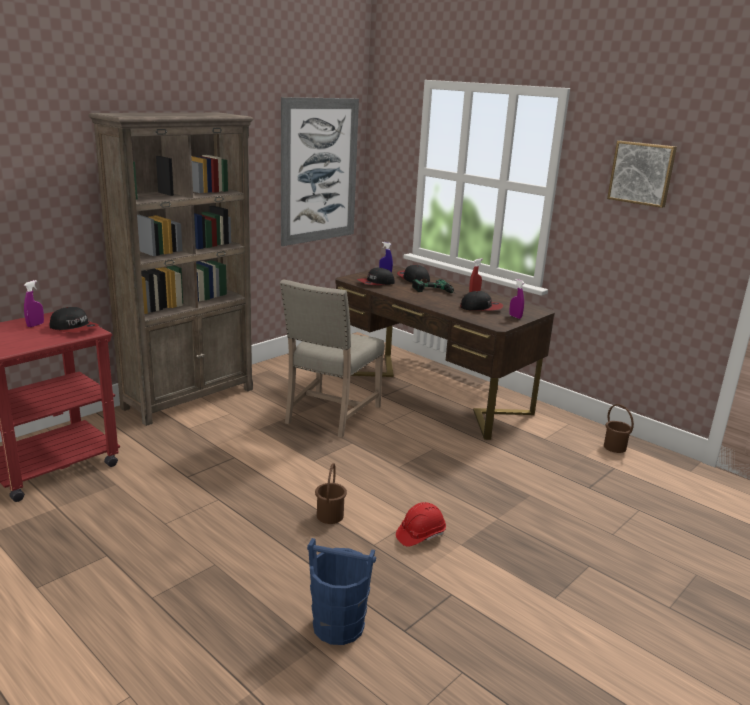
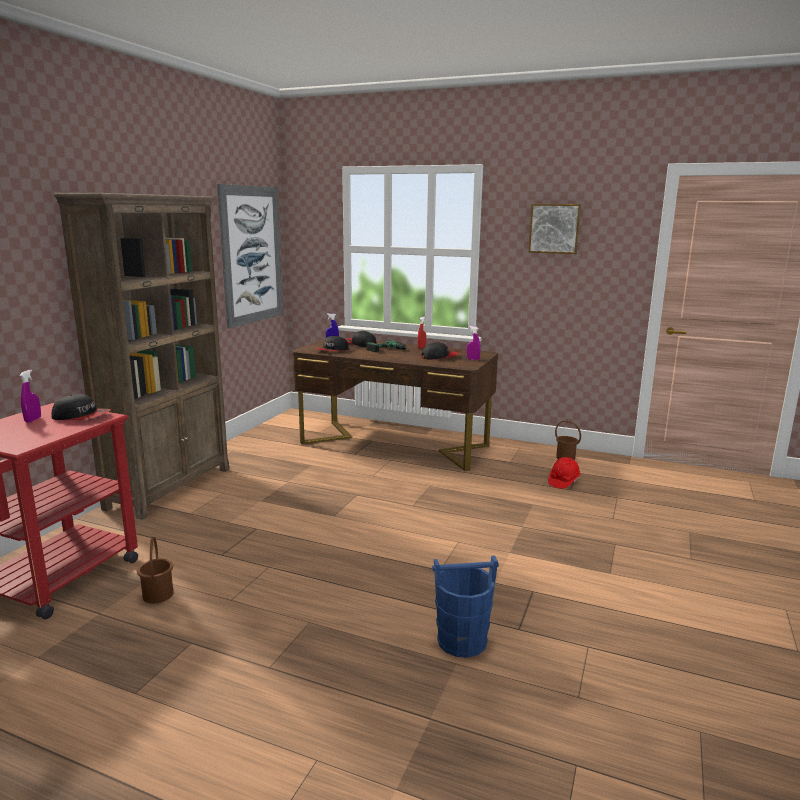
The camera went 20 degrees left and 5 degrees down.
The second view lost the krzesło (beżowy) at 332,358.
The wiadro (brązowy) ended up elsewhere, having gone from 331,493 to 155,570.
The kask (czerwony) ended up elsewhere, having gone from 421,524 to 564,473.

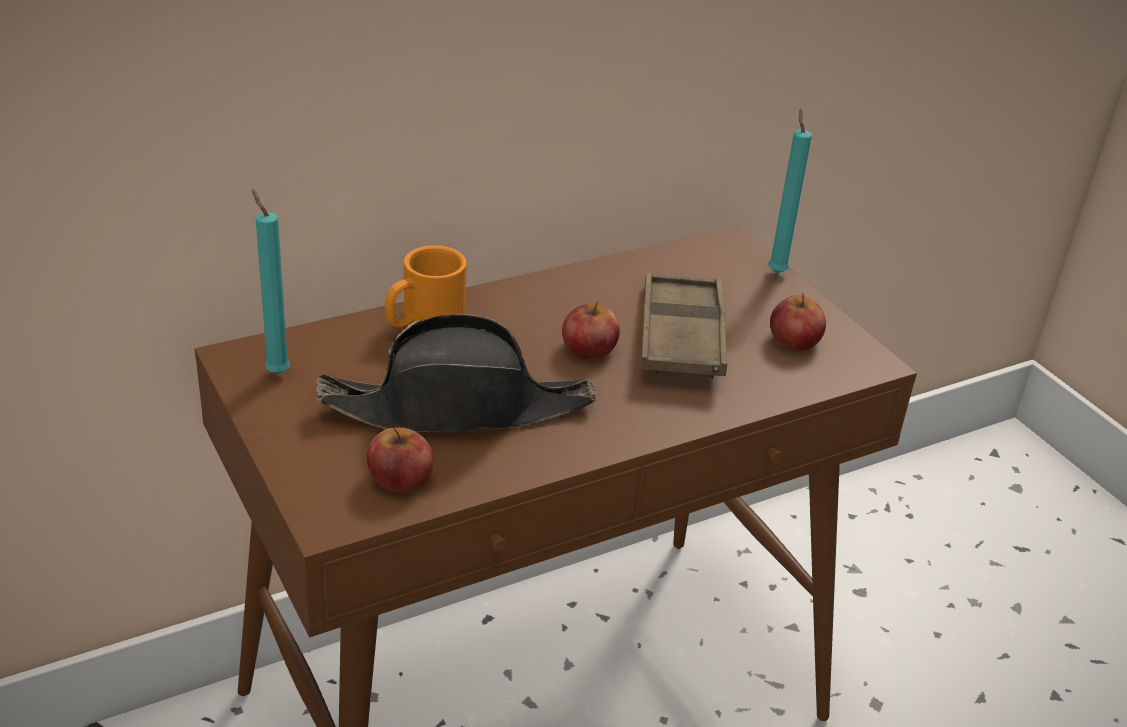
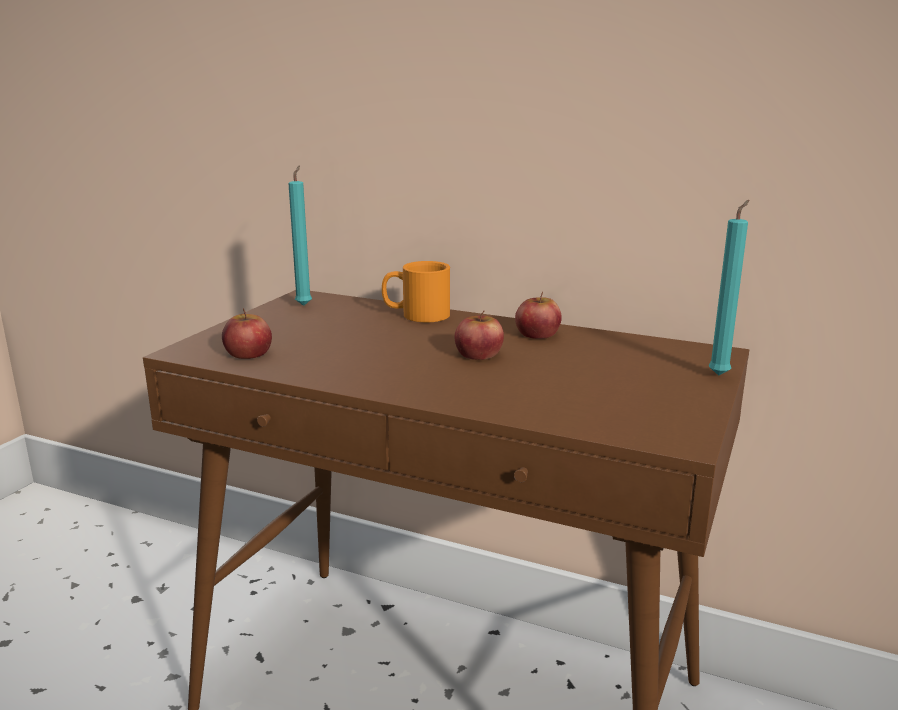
The camera went 55 degrees right and 15 degrees down.
The second view lost the kapelusz (czarny) at 456,373.
The second view lost the taca (brązowy) at 684,326.
The jabłko ended up elsewhere, having gone from 798,321 to 538,315.

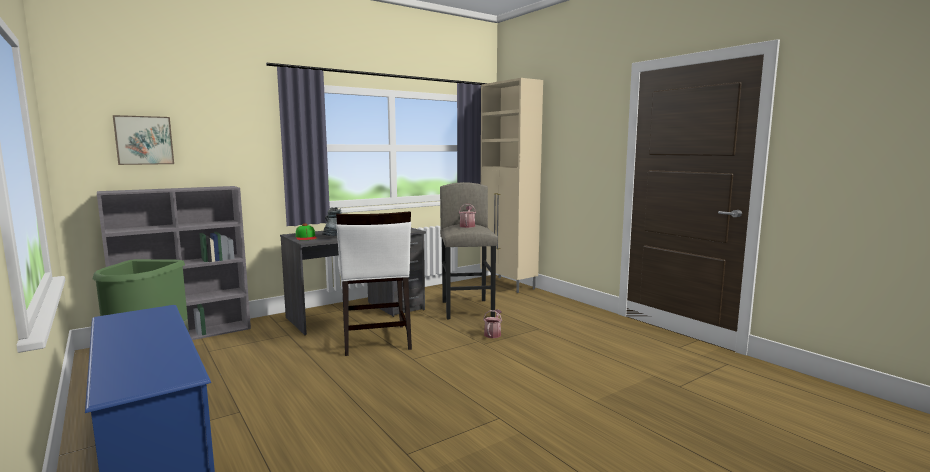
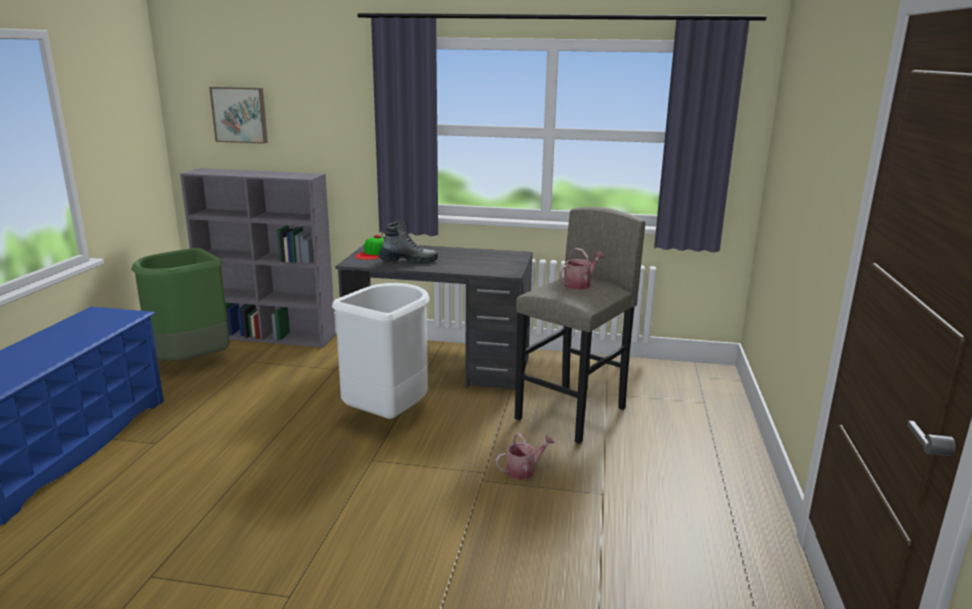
The camera went 45 degrees right and 10 degrees up.
The second view lost the szafka (beżowy) at 511,185.
Where the krzesło (biały) stood at 374,283, the kosz na śmieci (biały) came to stand at 380,351.

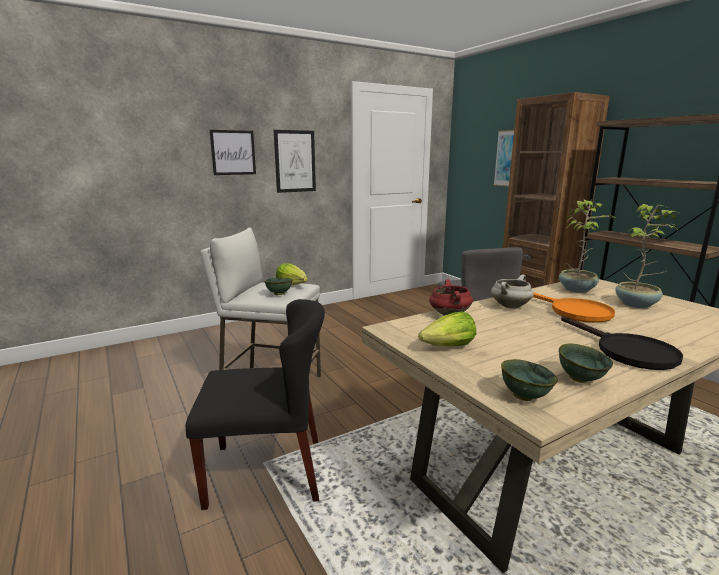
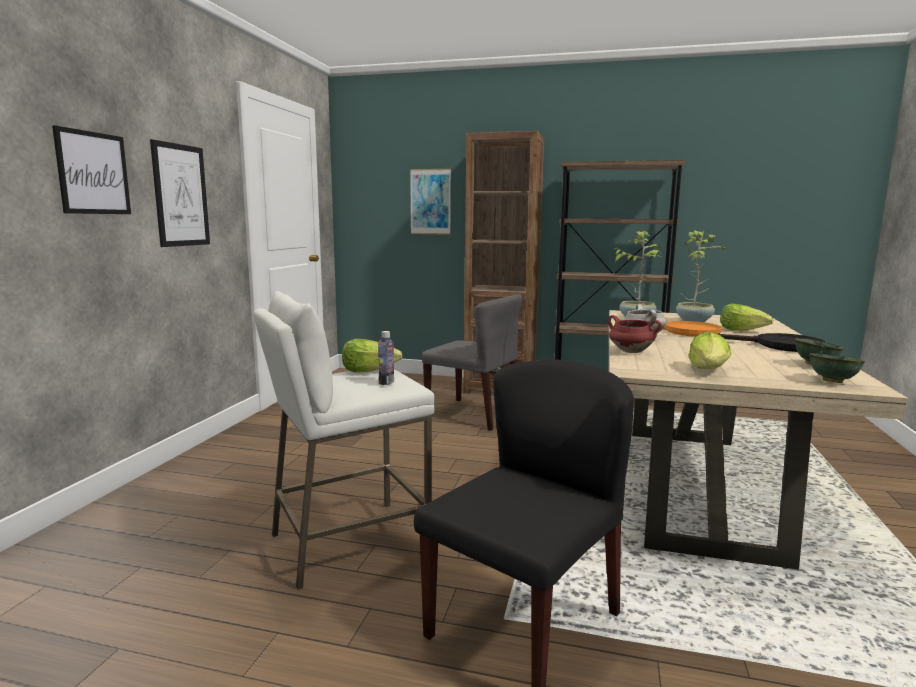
The camera went 45 degrees left and 5 degrees down.
The second view gained the sałata at 747,317.
Where the miska (zielony) stood at 278,286, the butelka came to stand at 386,358.

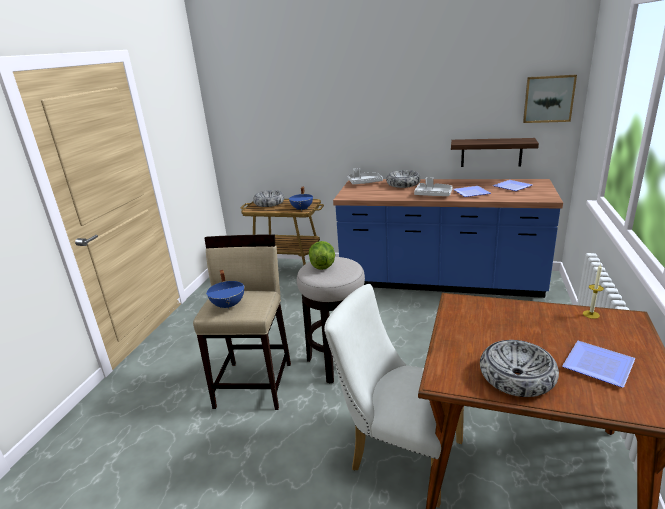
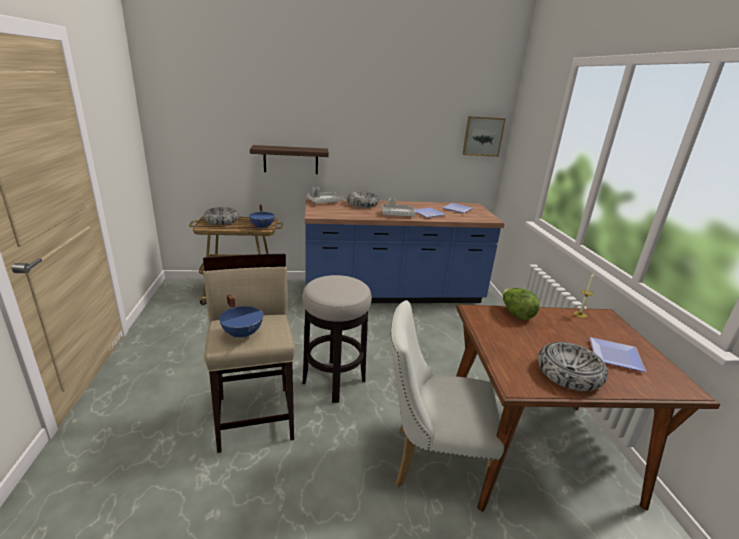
The camera went 25 degrees left and 0 degrees up.
The sałata ended up elsewhere, having gone from 322,255 to 521,304.
The półka ended up elsewhere, having gone from 495,152 to 289,159.

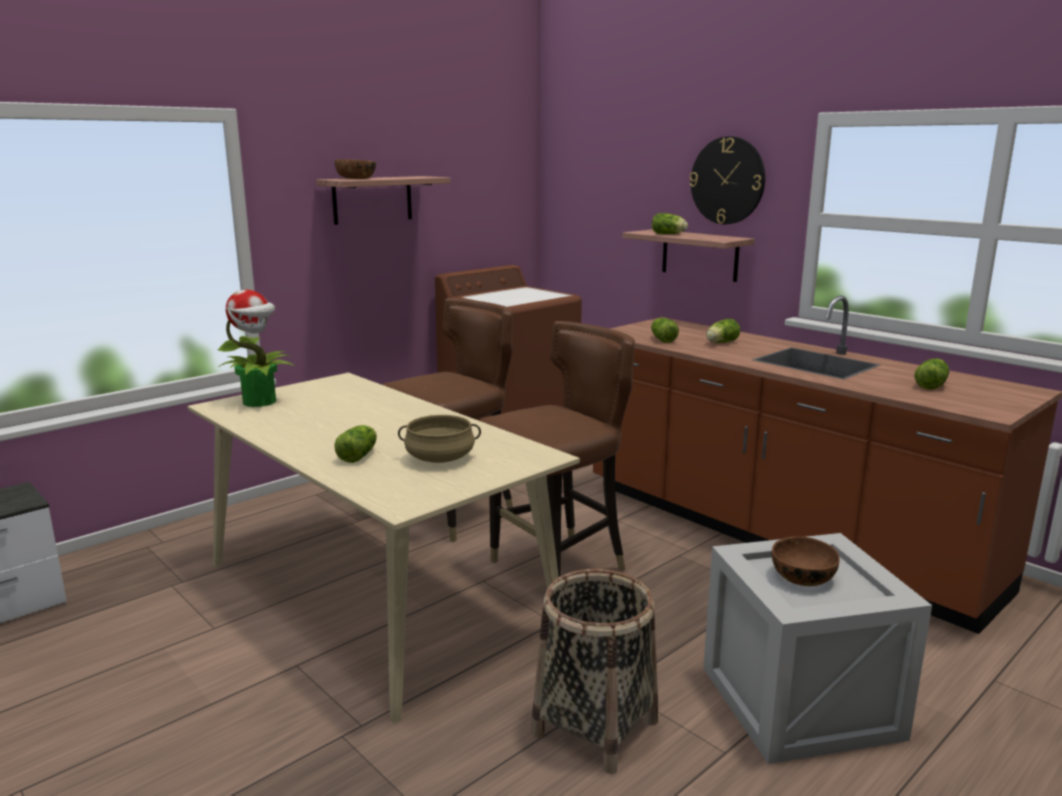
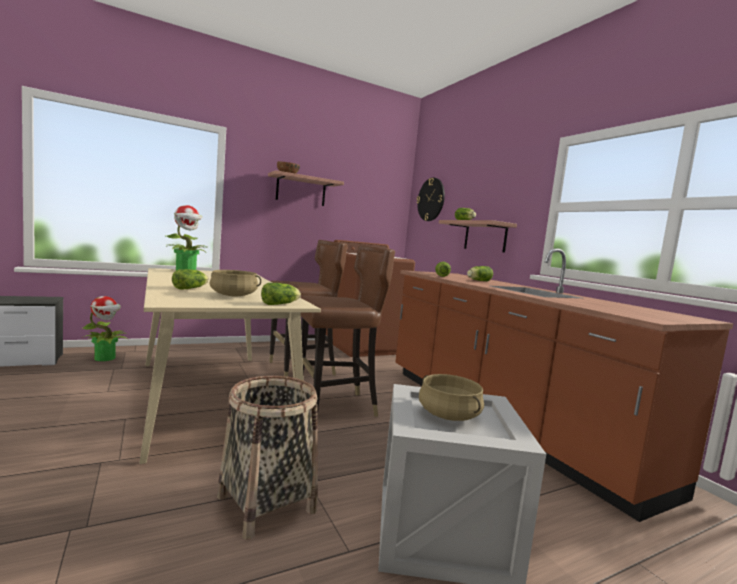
The camera went 15 degrees right and 10 degrees down.
The second view gained the roślina doniczkowa at 105,328.
The zegar ścienny ended up elsewhere, having gone from 727,180 to 431,199.
The sałata ended up elsewhere, having gone from 931,374 to 281,294.
Where the miska (brązowy) stood at 806,561, the garnek (beżowy) came to stand at 451,397.

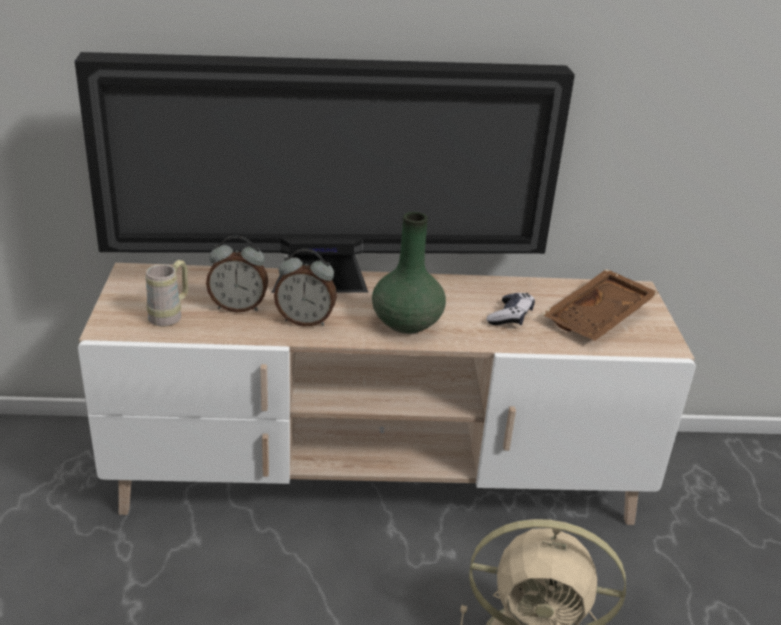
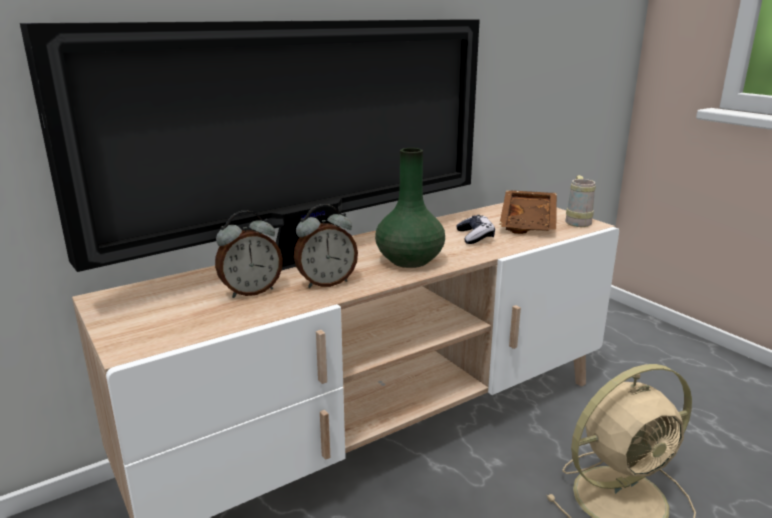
The camera went 30 degrees left and 10 degrees down.
The kubek (beżowy) ended up elsewhere, having gone from 167,293 to 580,201.

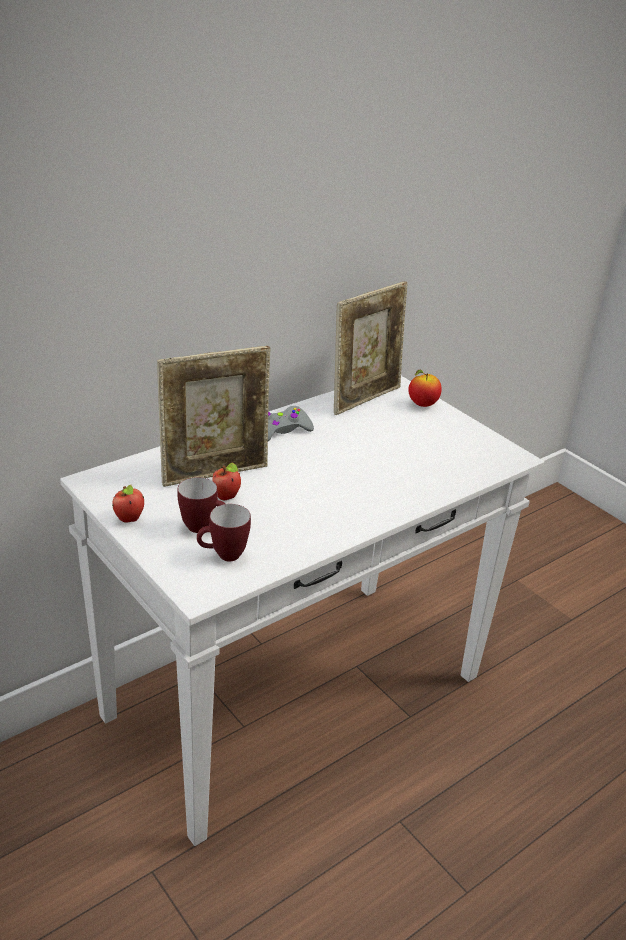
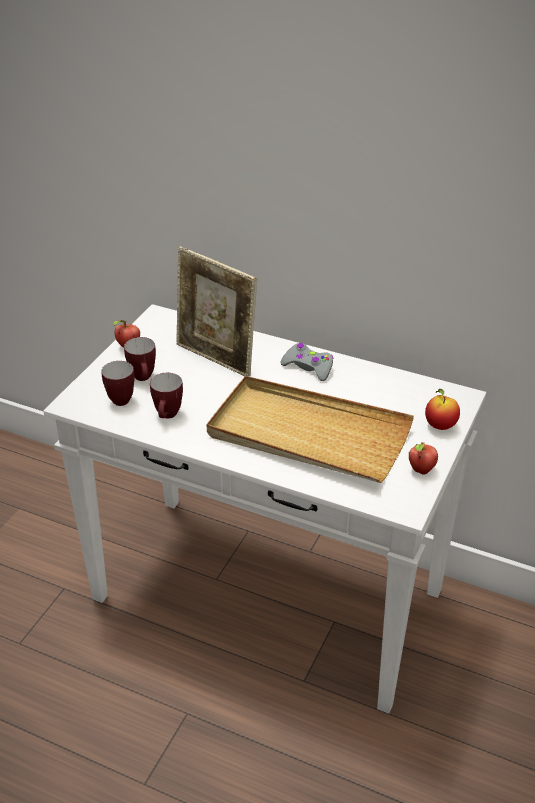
The camera went 65 degrees right and 5 degrees up.
The second view lost the ramka na zdjęcie at 371,348.
The second view gained the kubek at 166,395.
The second view gained the taca (beżowy) at 310,429.
The jabłko ended up elsewhere, having gone from 226,481 to 423,458.

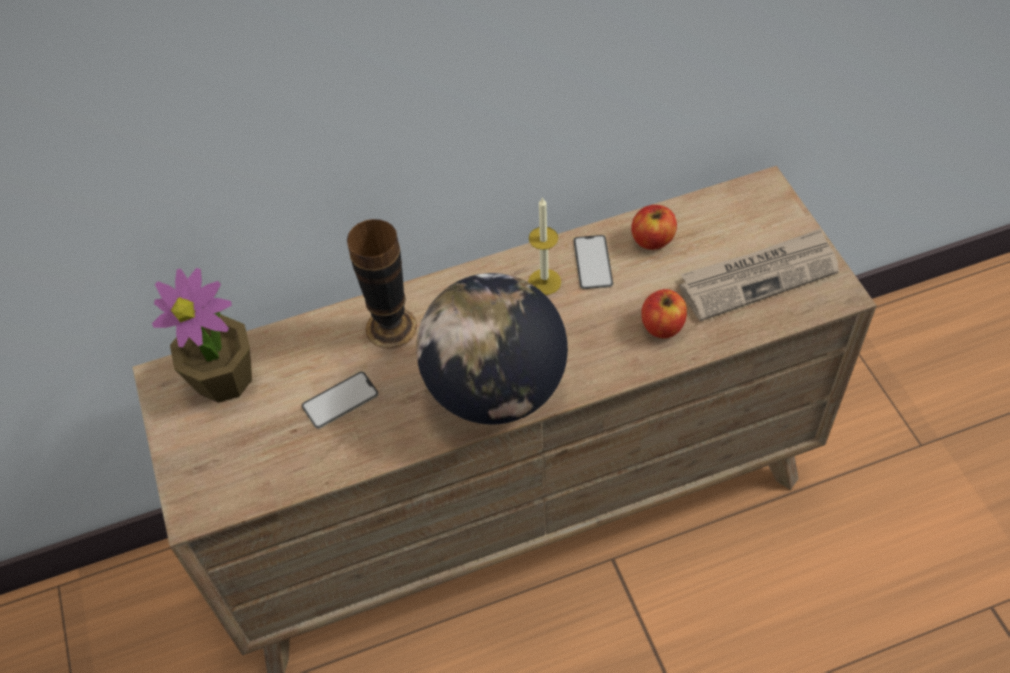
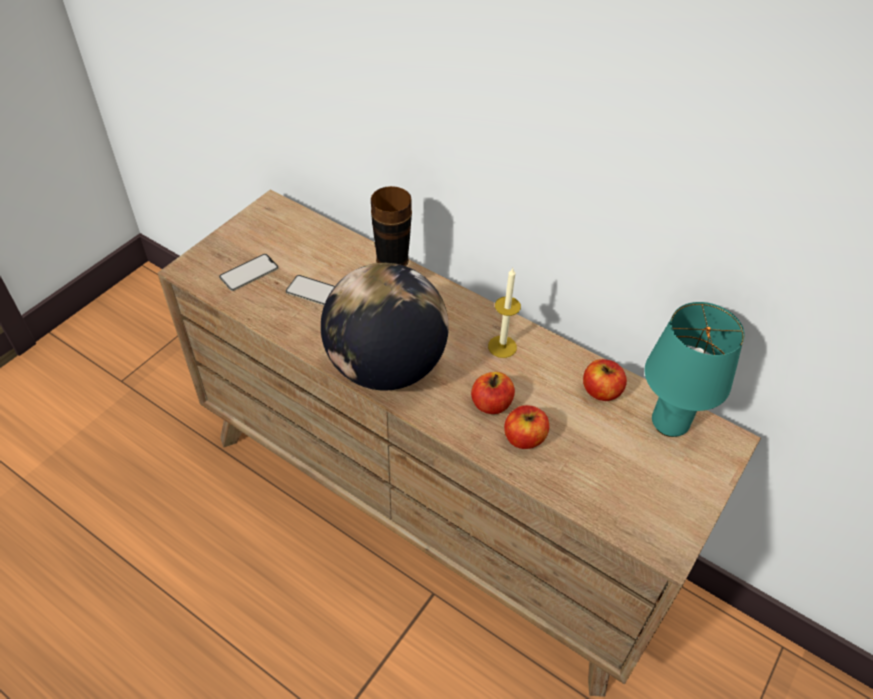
The camera went 50 degrees right and 5 degrees down.
The second view lost the roślina doniczkowa at 202,335.
The second view lost the gazeta at 759,275.
The second view gained the jabłko at 493,393.
The second view gained the lampa stołowa (turkusowy) at 695,369.
The telefon ended up elsewhere, having gone from 593,262 to 249,272.

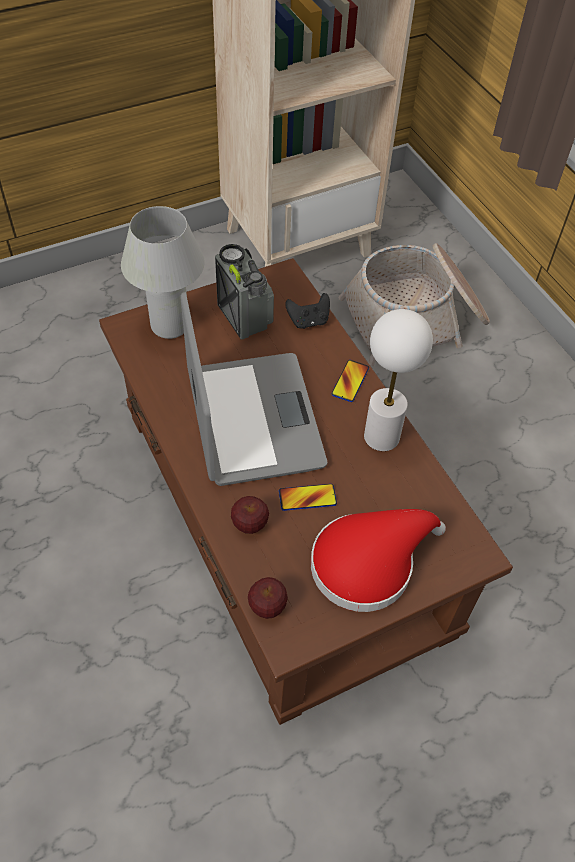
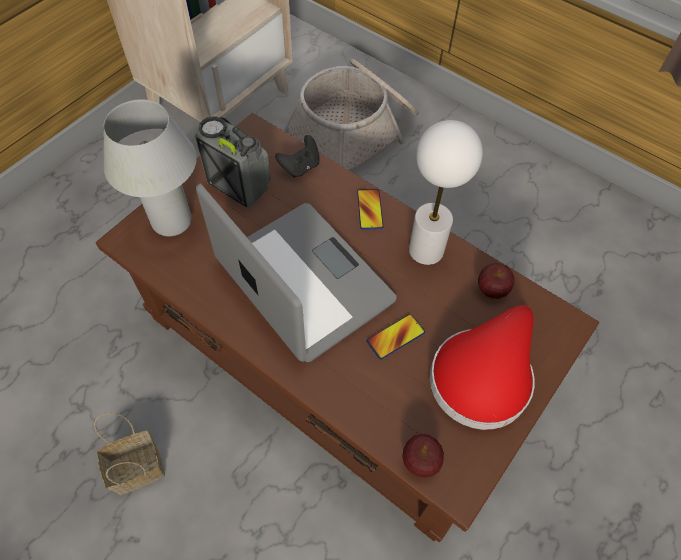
The camera went 25 degrees left and 5 degrees up.
The second view gained the koszyk at 129,454.
The jabłko ended up elsewhere, having gone from 250,515 to 496,281.

